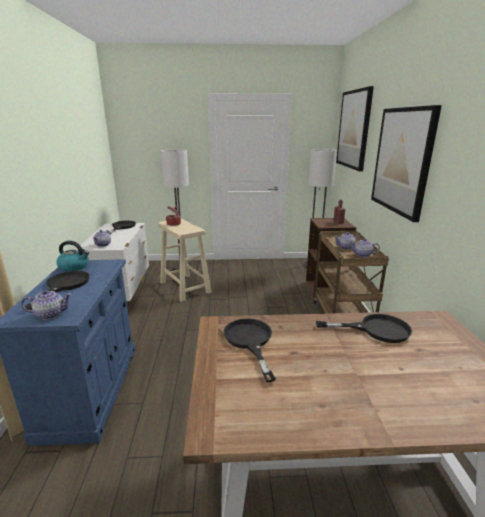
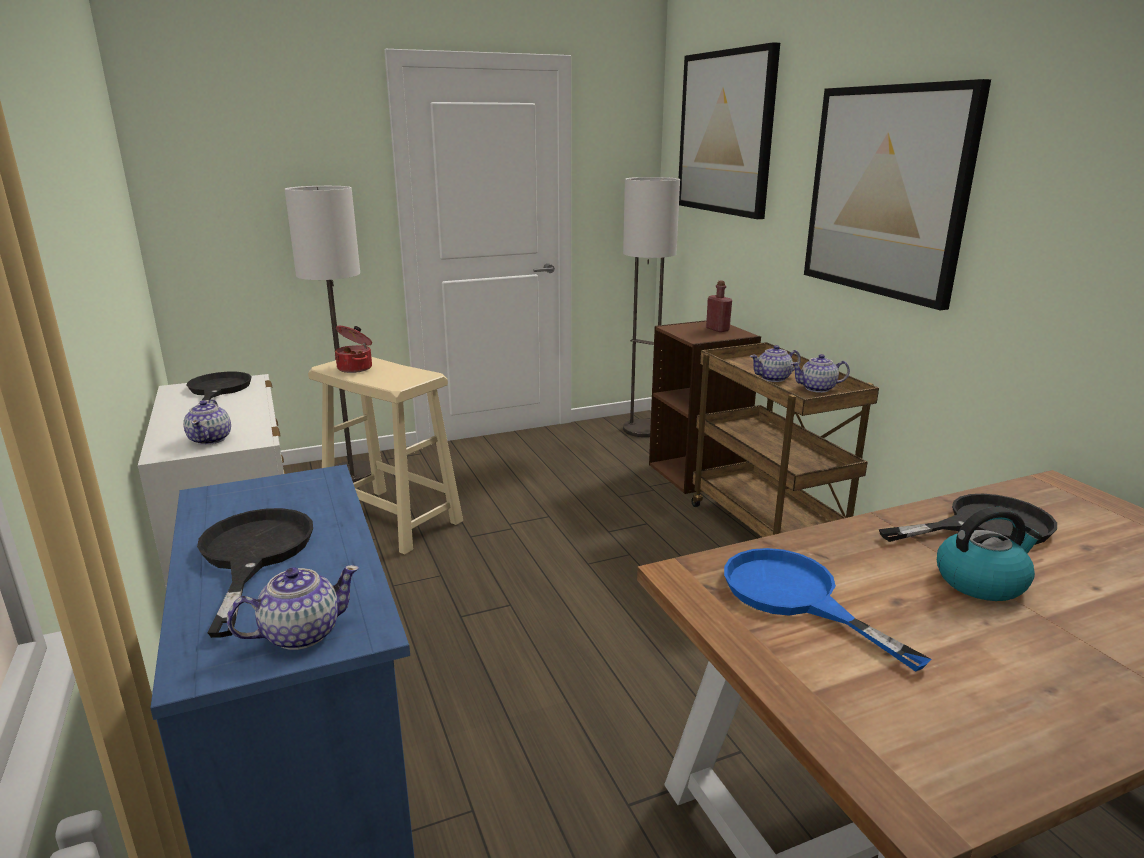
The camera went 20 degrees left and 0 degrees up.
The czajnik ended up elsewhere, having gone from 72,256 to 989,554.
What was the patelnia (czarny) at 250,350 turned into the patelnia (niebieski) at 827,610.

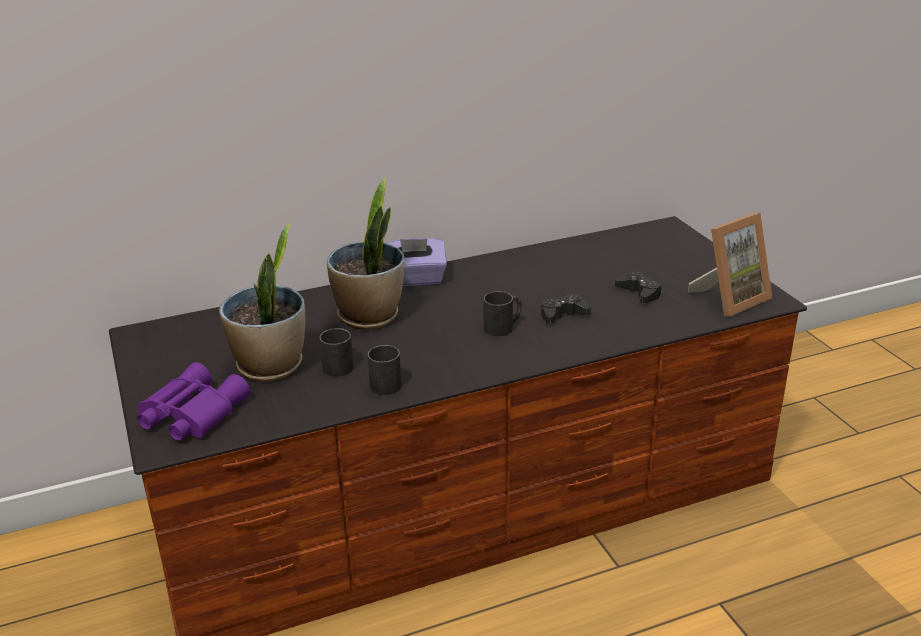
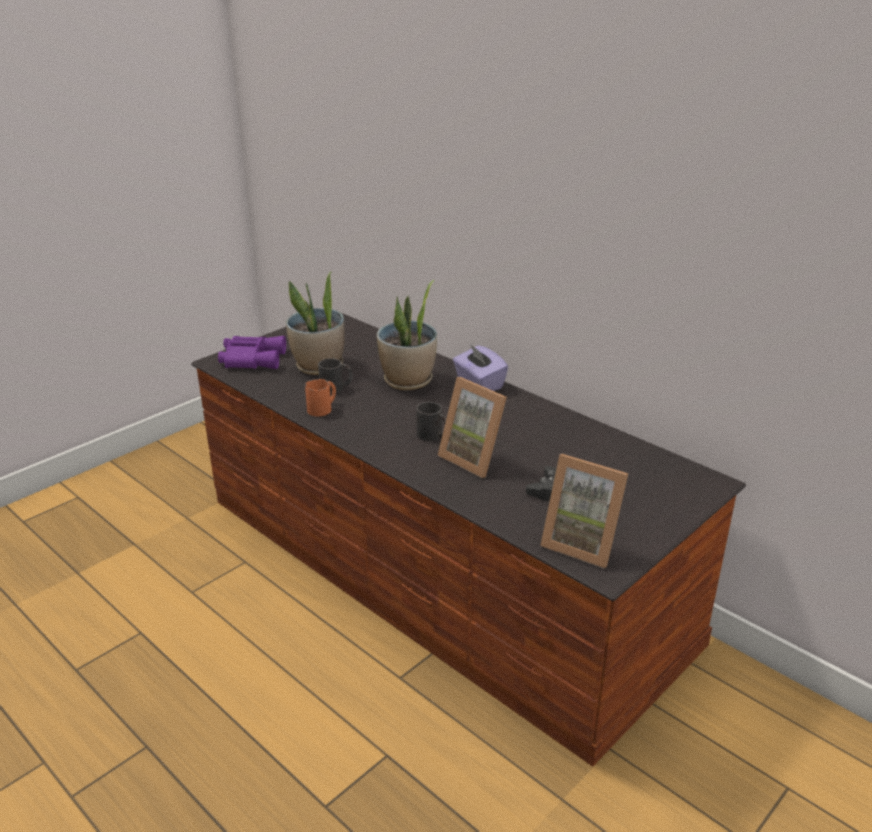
The camera went 65 degrees right and 0 degrees up.
Where the pad do gier (czarny) stood at 566,308, the ramka na zdjęcie came to stand at 472,427.
What was the kubek (czarny) at 384,370 turned into the kubek (pomarańczowy) at 320,397.

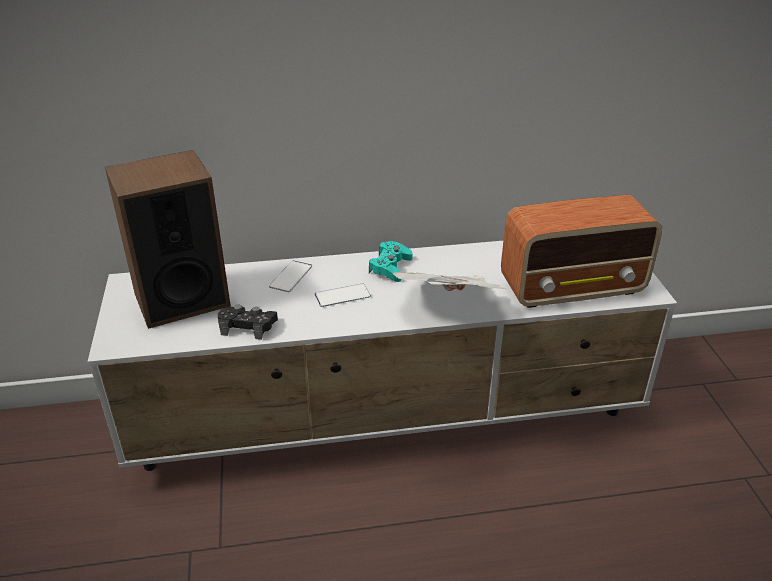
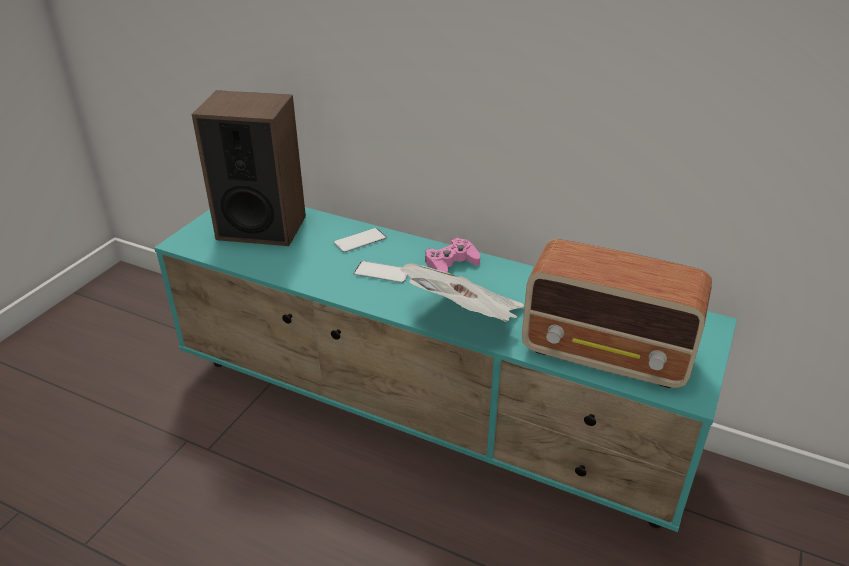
The camera went 35 degrees right and 0 degrees up.
The second view lost the pad do gier (czarny) at 248,322.
What was the szafka pod telewizor (biały) at 382,356 turned into the szafka pod telewizor (turkusowy) at 445,369.
What was the pad do gier (turkusowy) at 390,261 turned into the pad do gier (różowy) at 452,255.

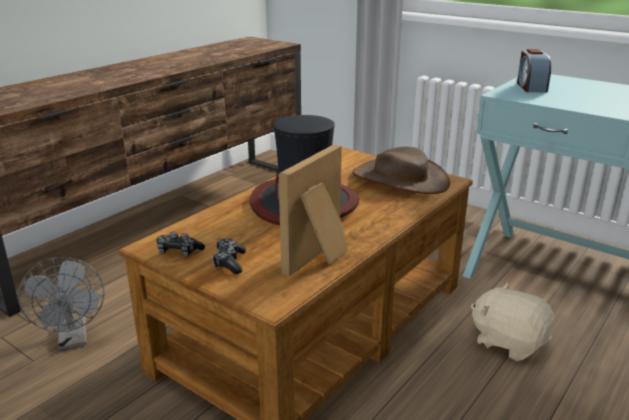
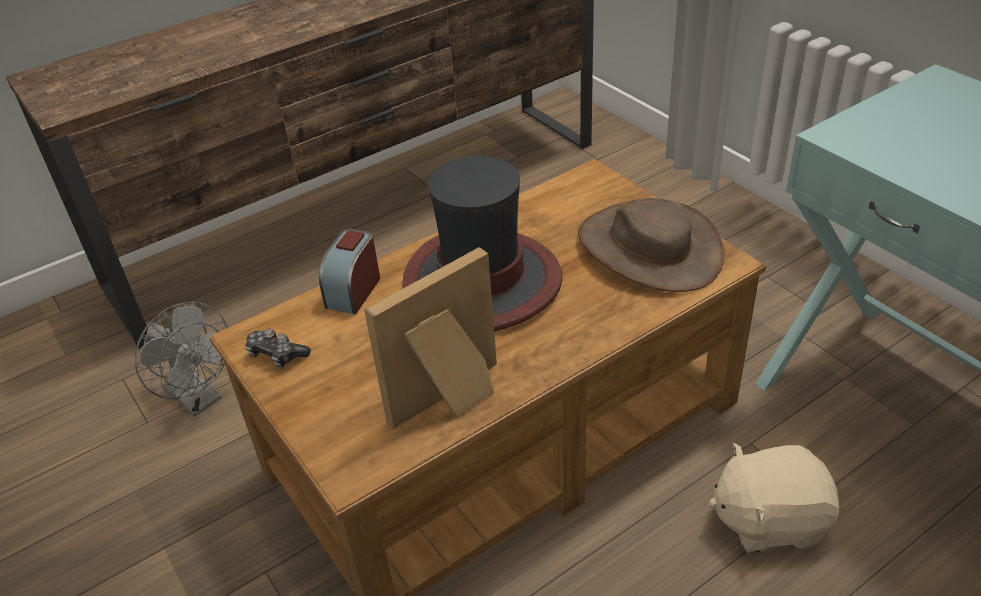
The camera went 20 degrees right and 15 degrees up.
The second view lost the pad do gier at 229,256.
The budzik ended up elsewhere, having gone from 534,70 to 349,271.
The wentylator (szary) at 61,303 ended up facing another way, 45 degrees counterclockwise from before.
The pluszak (beżowy) at 513,322 ended up facing another way, 60 degrees counterclockwise from before.

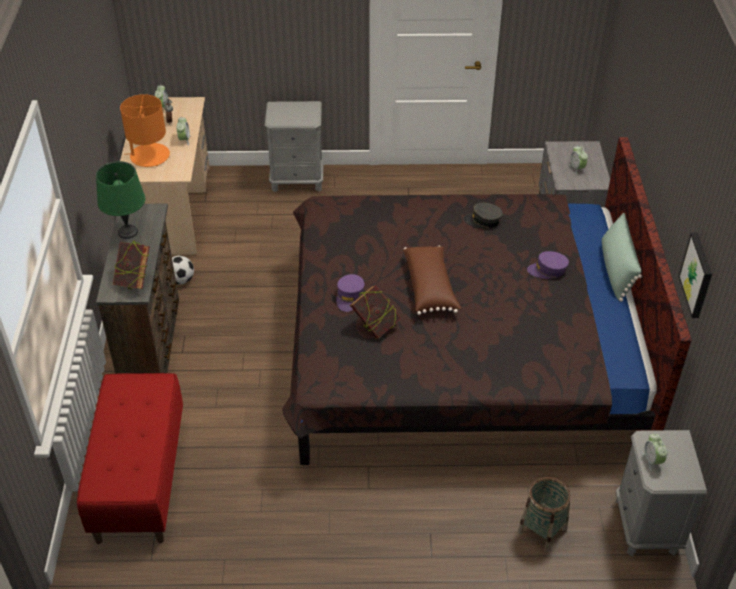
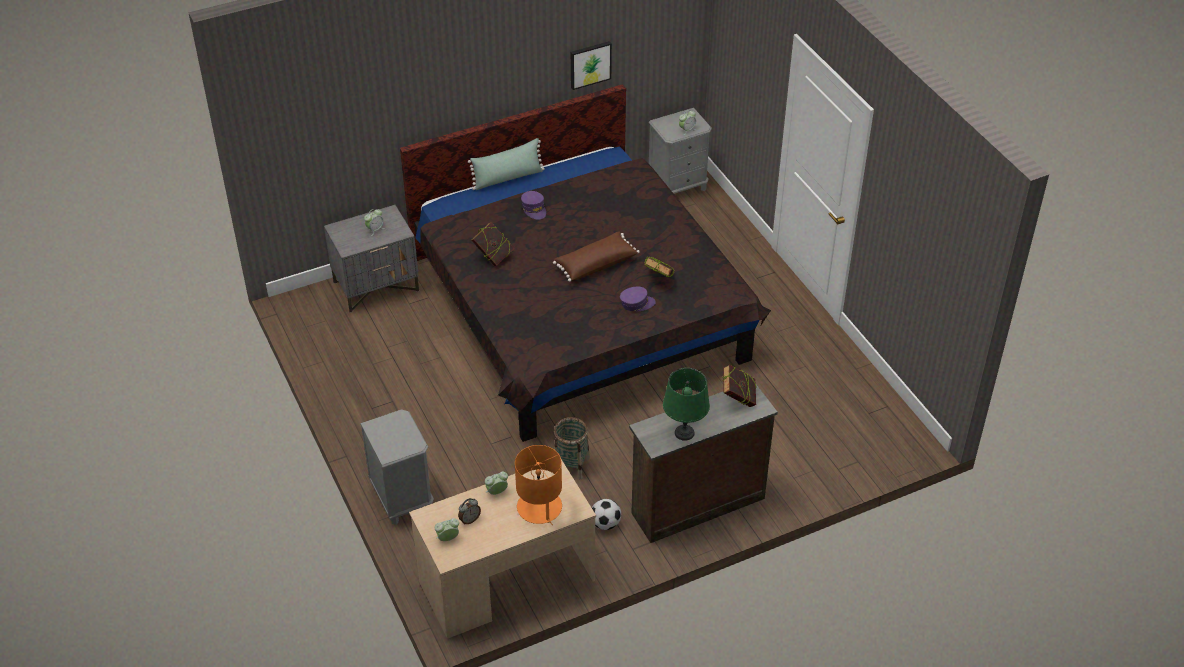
The camera went 115 degrees left and 0 degrees up.
The second view lost the ławka (czerwony) at 130,458.
The koszyk ended up elsewhere, having gone from 544,514 to 572,448.
Where the czapka z daszkiem (szary) stood at 483,215, the książka came to stand at 492,244.

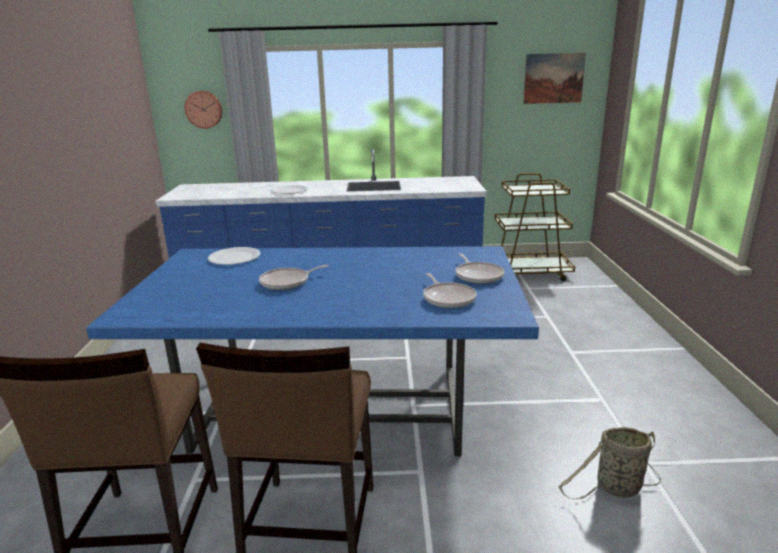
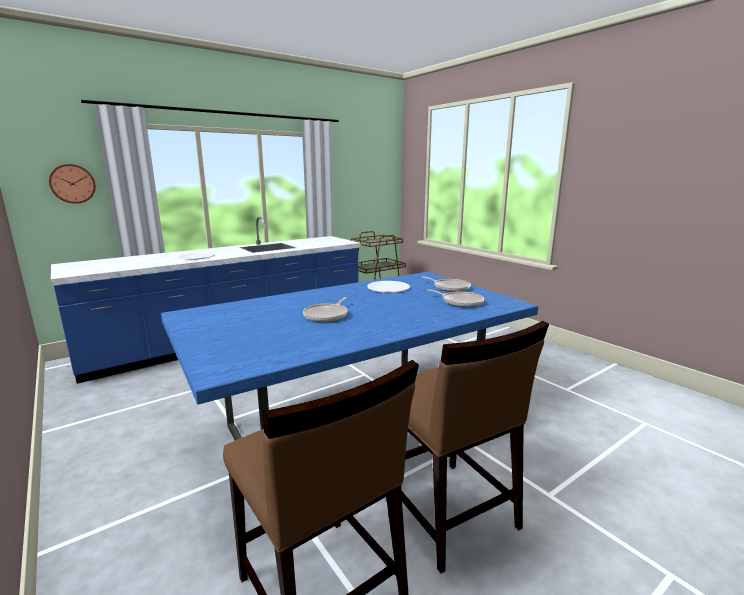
The camera went 35 degrees left and 5 degrees down.
The second view lost the obraz at 554,78.
The second view lost the koszyk at 610,463.
The talerz (biały) ended up elsewhere, having gone from 234,256 to 388,287.

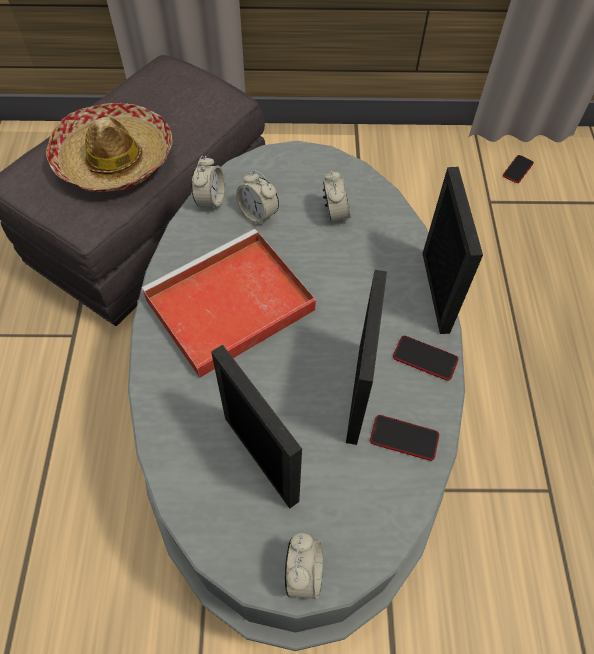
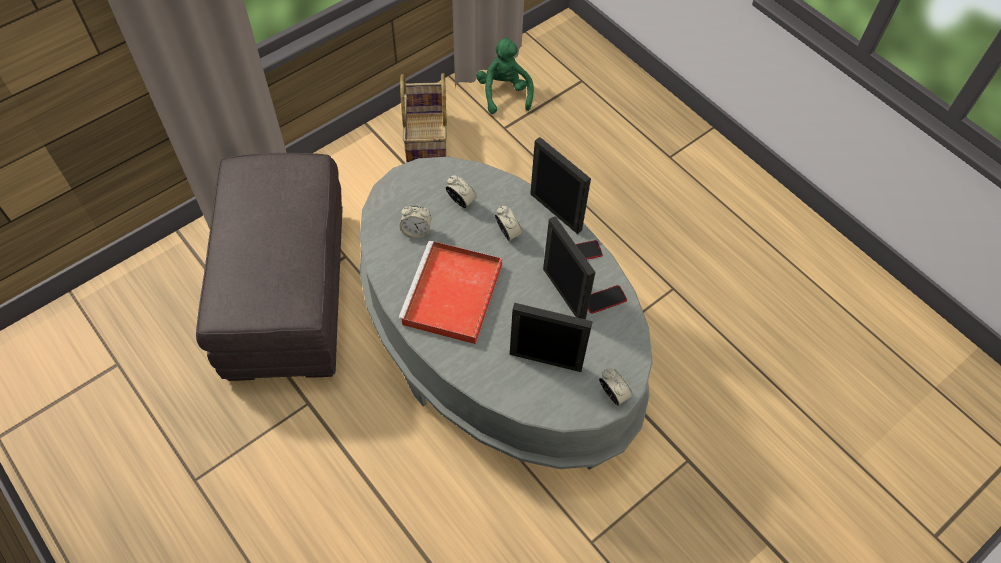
The camera went 40 degrees left and 0 degrees up.
The second view lost the kapelusz at 109,147.
The second view gained the koszyk at 423,118.
The budzik ended up elsewhere, having gone from 208,184 to 509,223.
Where the telefon stood at 518,169, the pluszak (zielony) came to stand at 505,76.

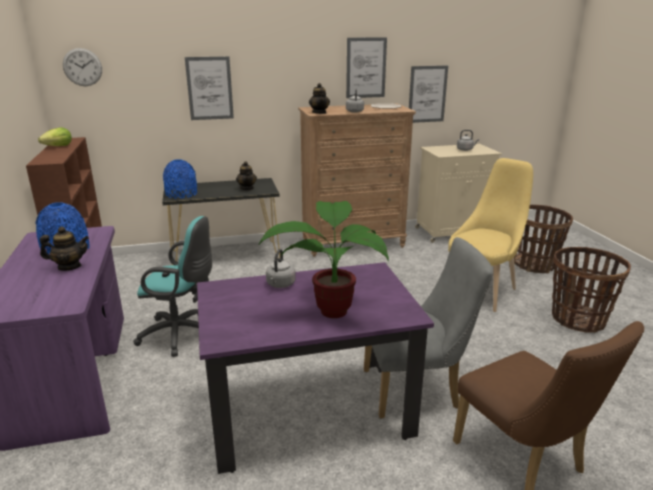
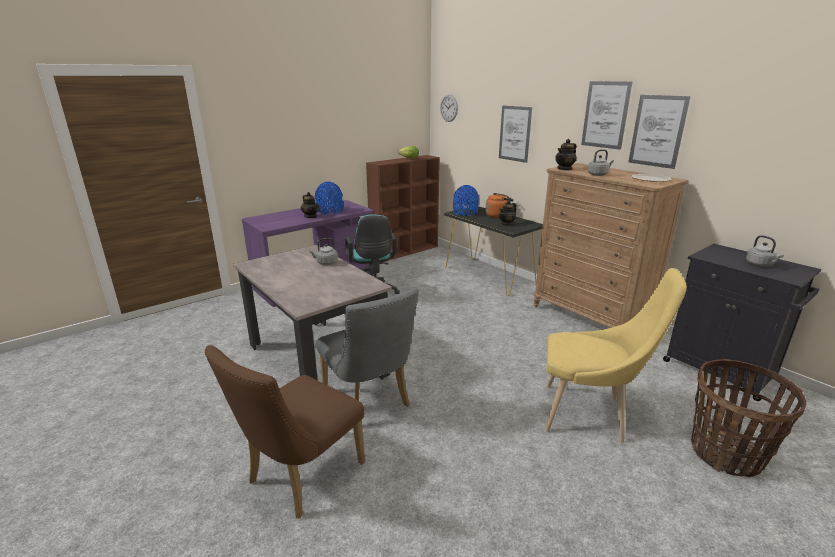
The camera went 65 degrees right and 0 degrees up.
The second view lost the roślina doniczkowa at 324,259.
The second view lost the koszyk at 591,290.
The second view gained the czajnik (pomarańczowy) at 499,205.
The obraz ended up elsewhere, having gone from 428,94 to 606,115.
What was the stół jadalny (fioletowy) at 315,368 turned into the stół jadalny (beżowy) at 312,312.
What was the szafka (beżowy) at 458,193 turned into the szafka (czarny) at 742,322.

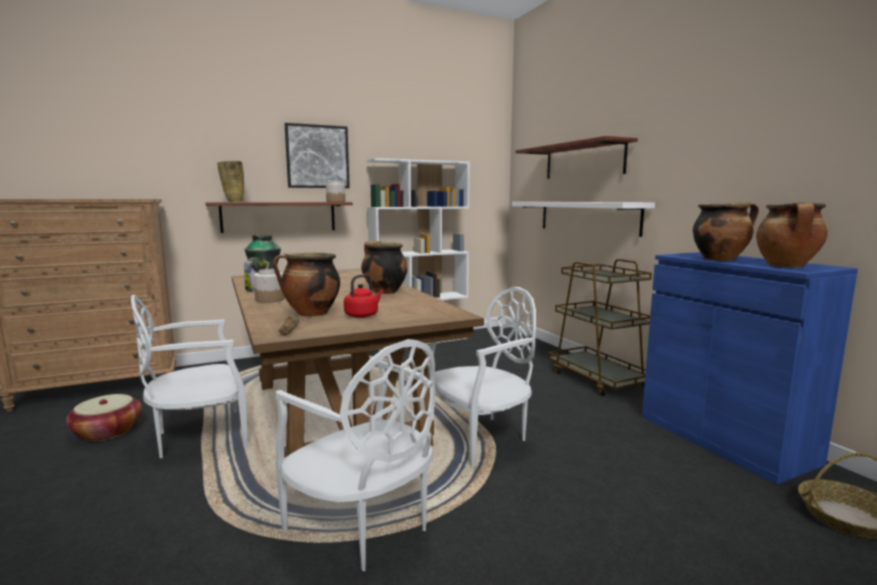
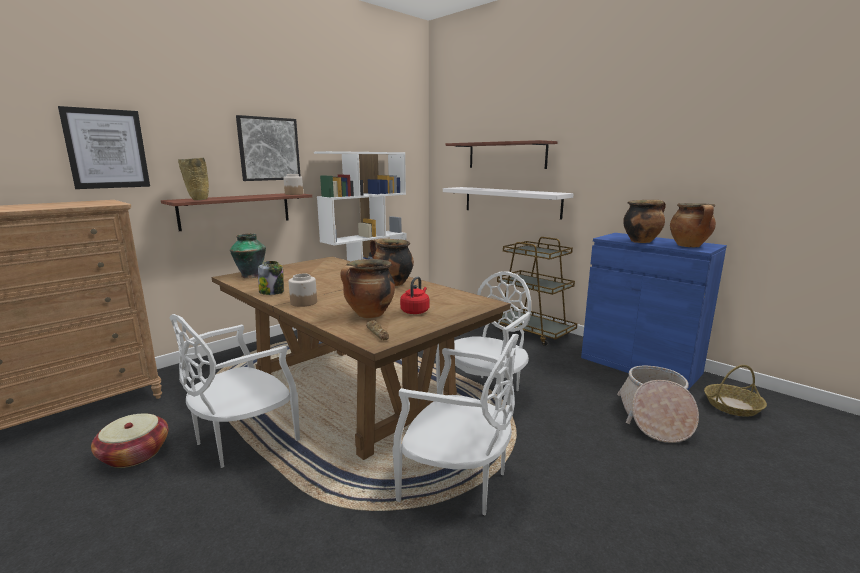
The camera went 20 degrees left and 5 degrees up.
The second view gained the obraz at 104,147.
The second view gained the koszyk at 658,404.

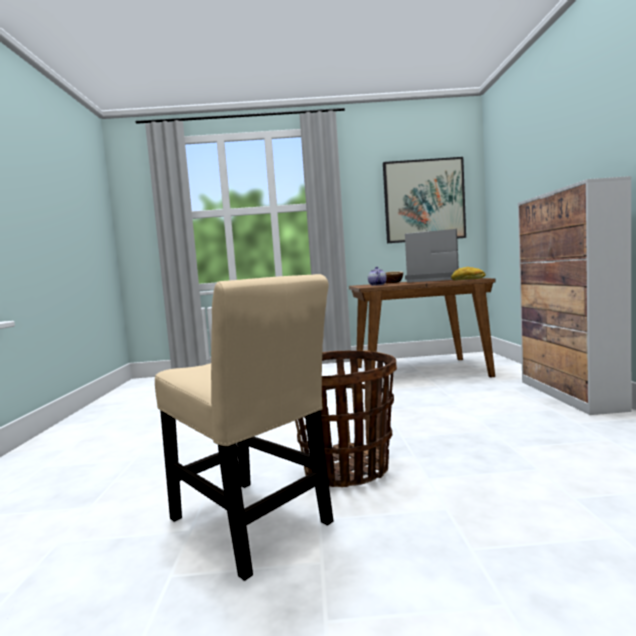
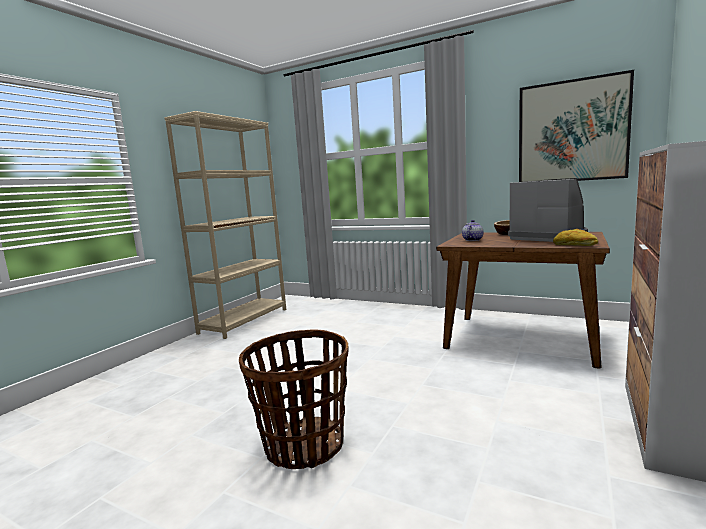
The camera went 30 degrees right and 5 degrees up.
The second view lost the krzesło (beżowy) at 244,427.
The second view gained the regał (beżowy) at 225,225.

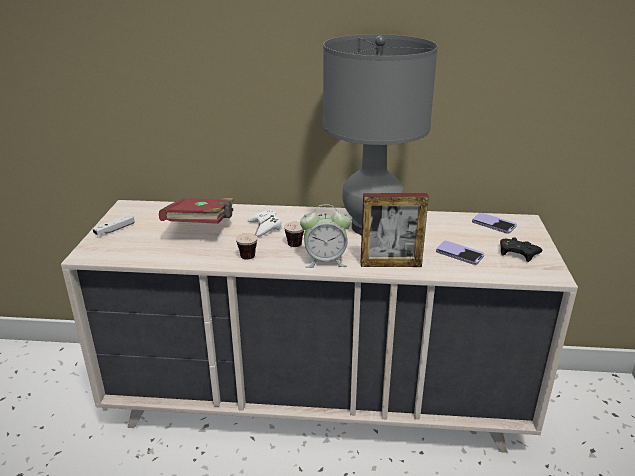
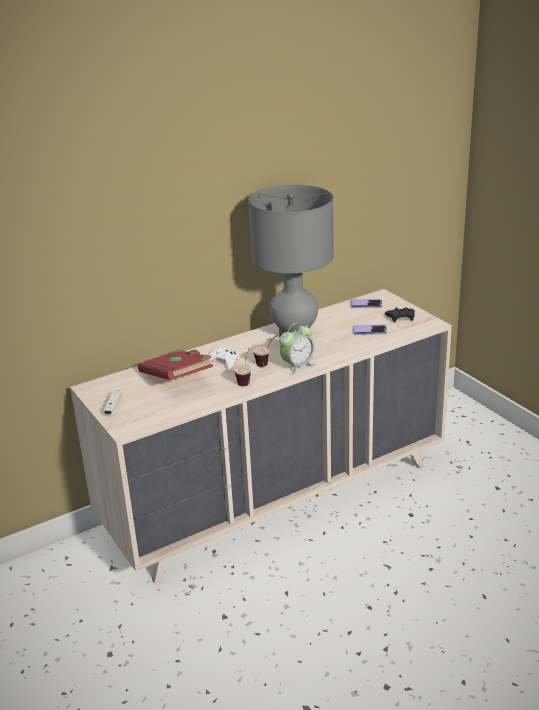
The camera went 35 degrees left and 0 degrees up.
The second view lost the ramka na zdjęcie at 395,230.

